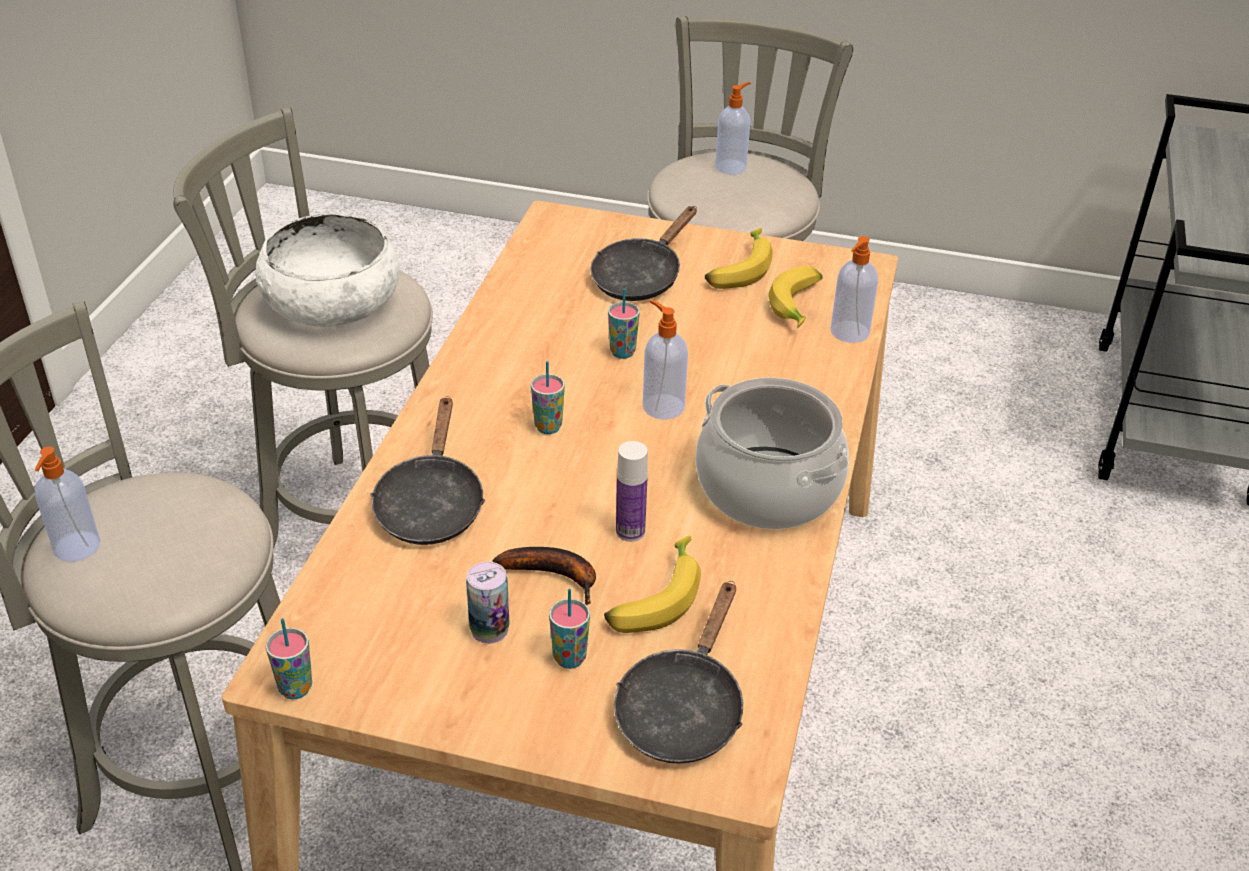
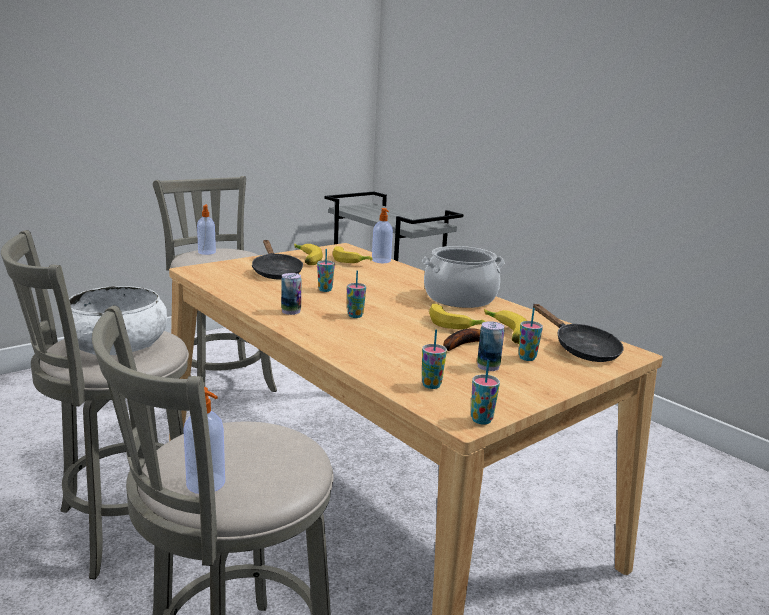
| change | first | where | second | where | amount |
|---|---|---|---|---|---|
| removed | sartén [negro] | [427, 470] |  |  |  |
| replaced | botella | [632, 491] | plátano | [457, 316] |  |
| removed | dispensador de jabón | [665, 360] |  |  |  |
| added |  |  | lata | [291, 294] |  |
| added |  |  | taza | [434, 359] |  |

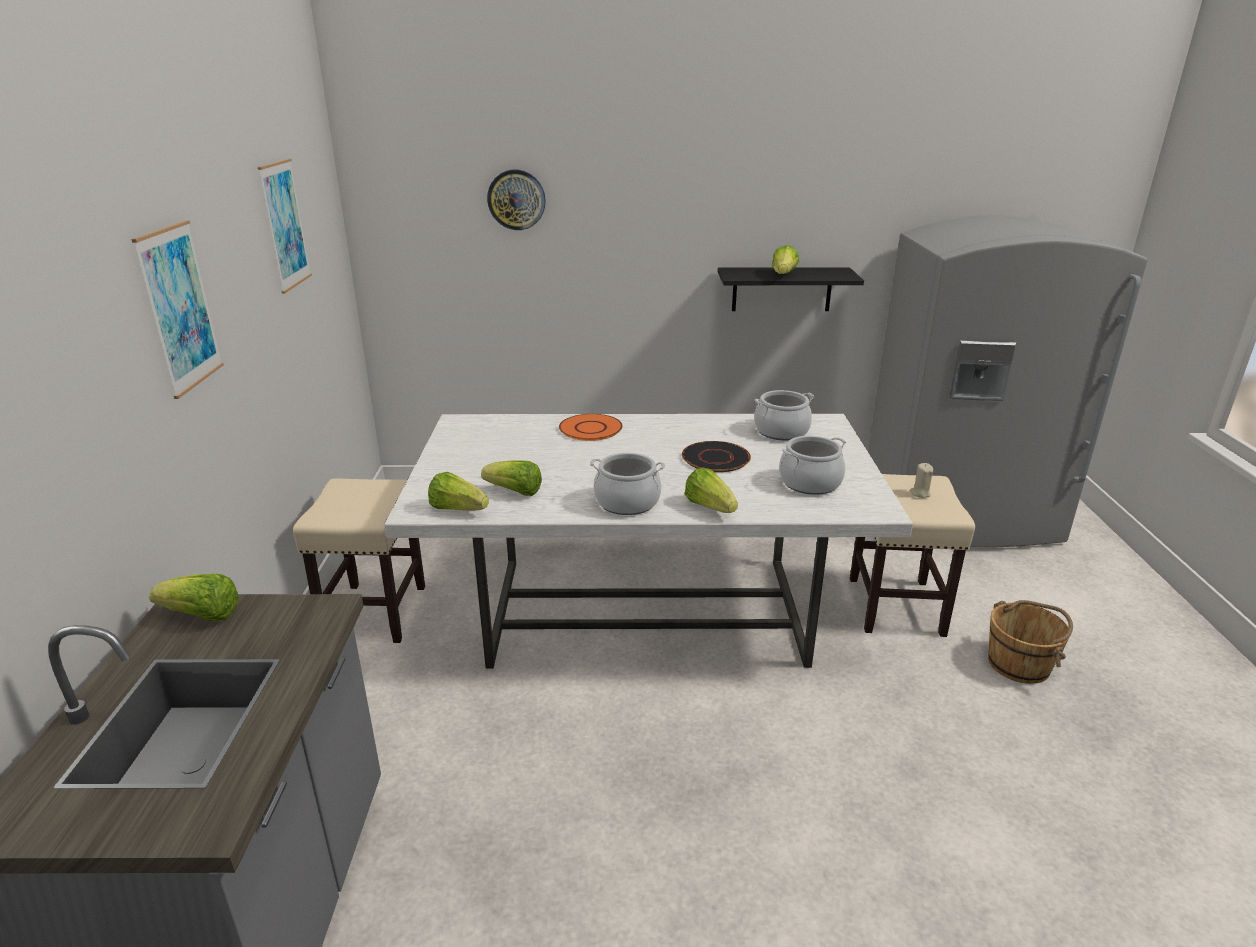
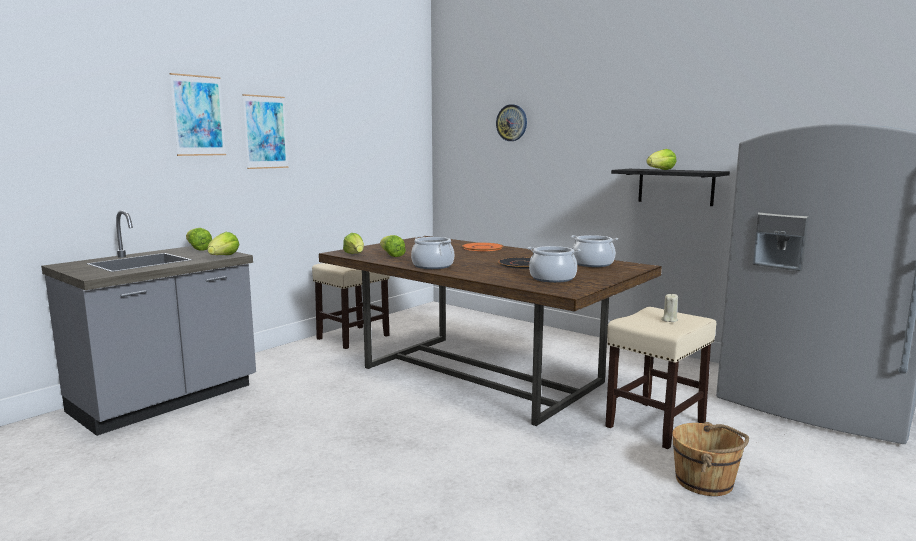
| change | first | where | second | where | amount |
|---|---|---|---|---|---|
| moved | cuadro | [285, 226] |  | [198, 114] |  |
| recoloured | mesa de comedor [blanco] | [648, 541] | mesa de comedor [marrón] | [490, 331] |  |
| moved | lechuga | [711, 490] |  | [223, 243] |  |

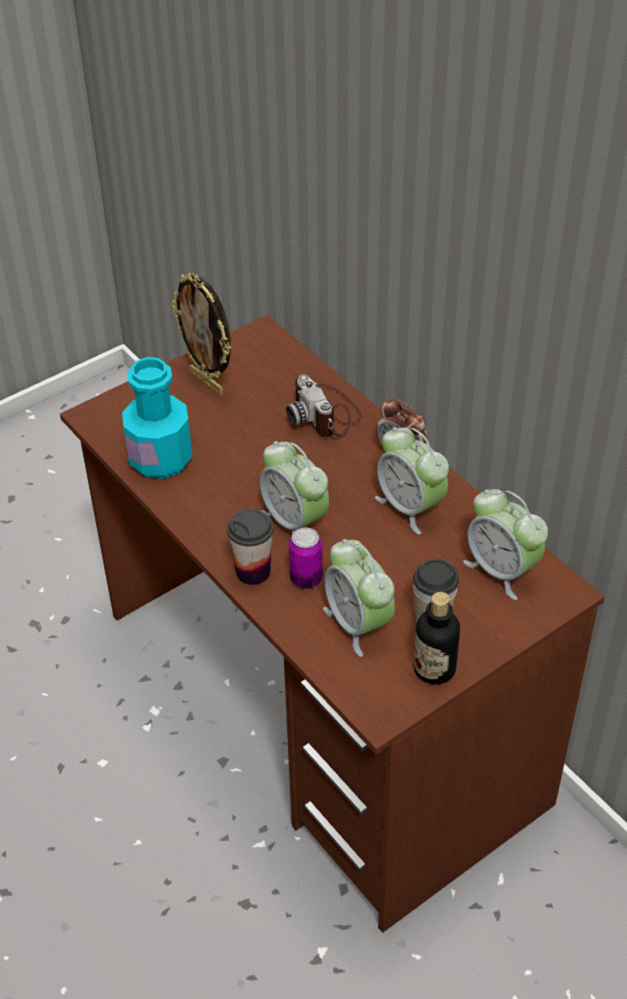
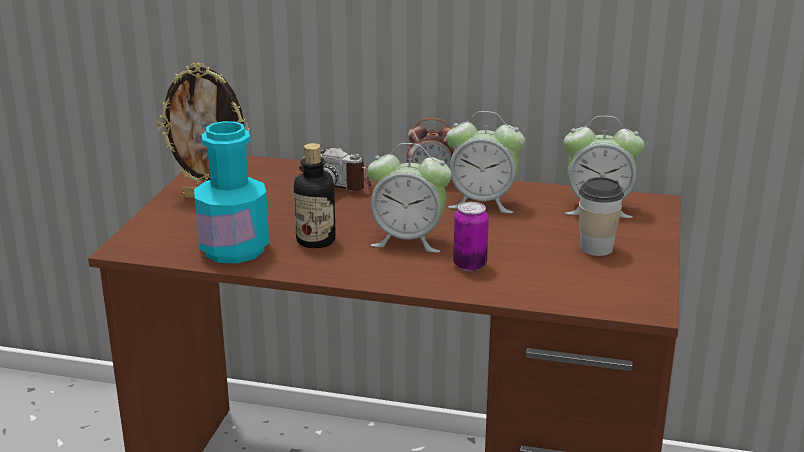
| change | first | where | second | where | amount |
|---|---|---|---|---|---|
| removed | taza | [250, 547] |  |  |  |
| removed | despertador | [359, 598] |  |  |  |
| moved | botella | [437, 638] |  | [315, 195] |  |

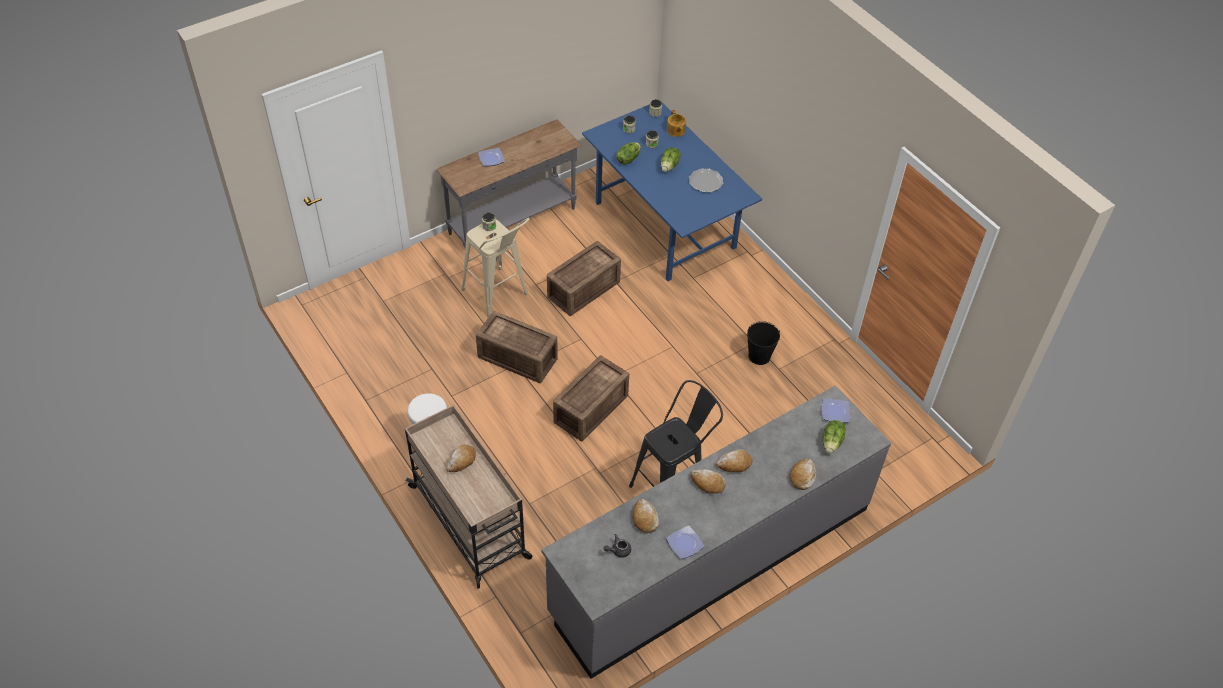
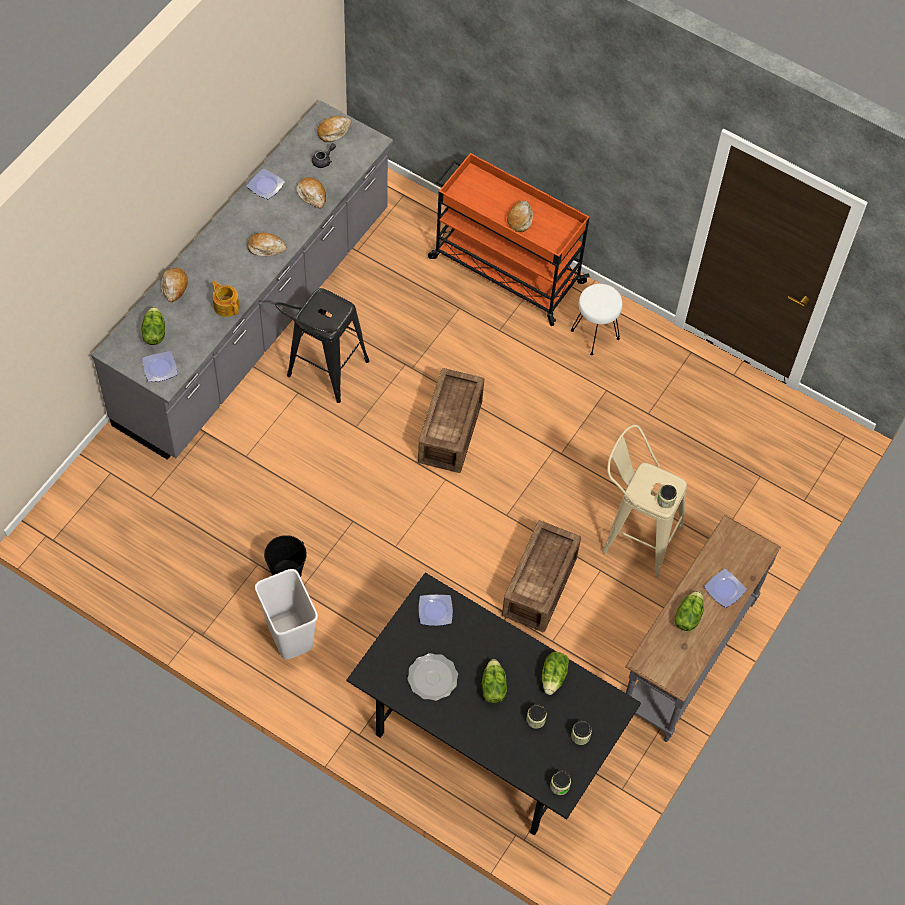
| change | first | where | second | where | amount |
|---|---|---|---|---|---|
| recoloured | carrito [beis] | [468, 496] | carrito [naranja] | [509, 239] |  |
| removed | caja de embalaje | [517, 347] |  |  |  |
| recoloured | mesa de comedor [azul] | [672, 192] | mesa de comedor [negro] | [494, 704] |  |
| moved | tetera | [676, 123] |  | [225, 298] |  |
| moved | pan | [734, 460] |  | [334, 129] |  |
| added |  |  | papelera [blanco] | [286, 614] |  |
| added |  |  | plato | [436, 610] |  |
| added |  |  | lechuga | [689, 611] |  |

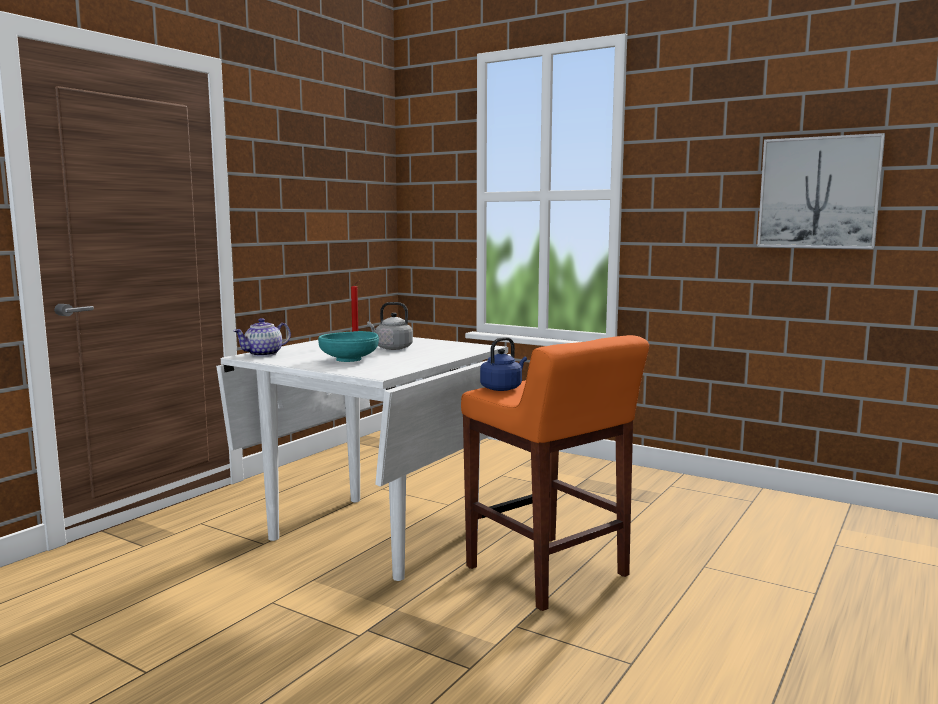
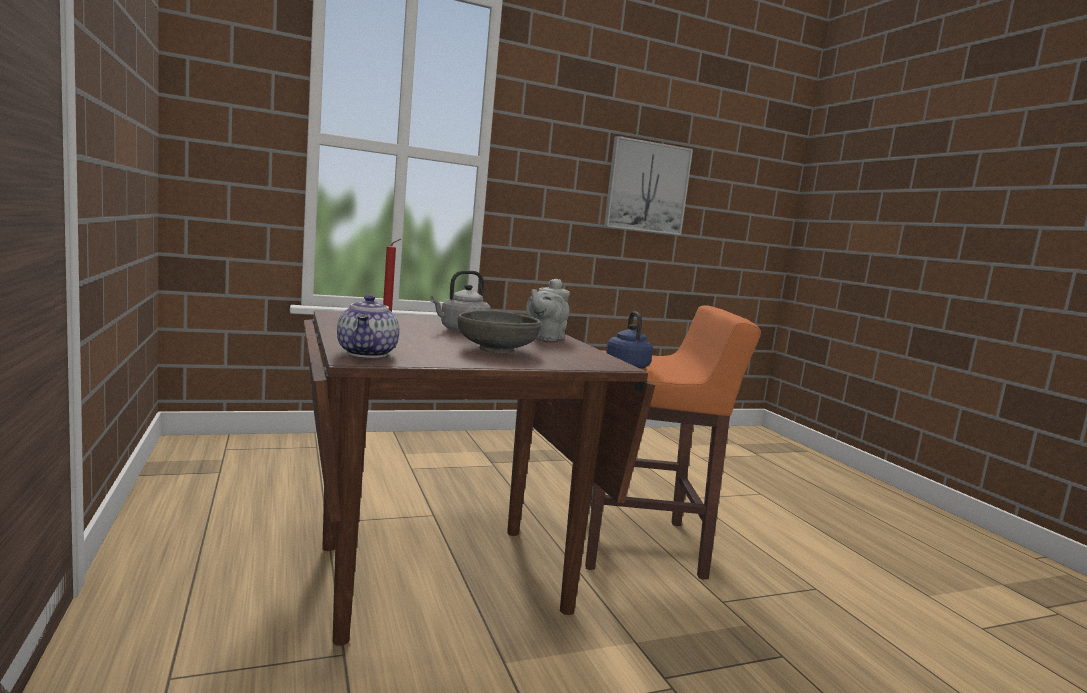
| change | first | where | second | where | amount |
|---|---|---|---|---|---|
| recoloured | mesa de comedor [blanco] | [363, 459] | mesa de comedor [marrón] | [479, 478] |  |
| recoloured | cuenco [turquesa] | [348, 346] | cuenco [gris] | [499, 332] |  |
| added |  |  | tetera [gris] | [548, 309] |  |

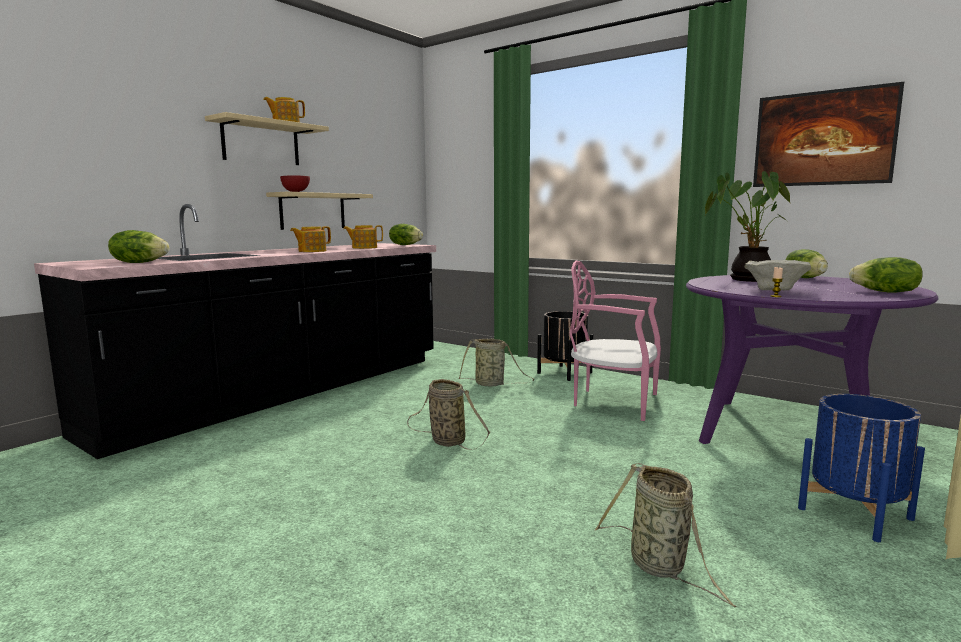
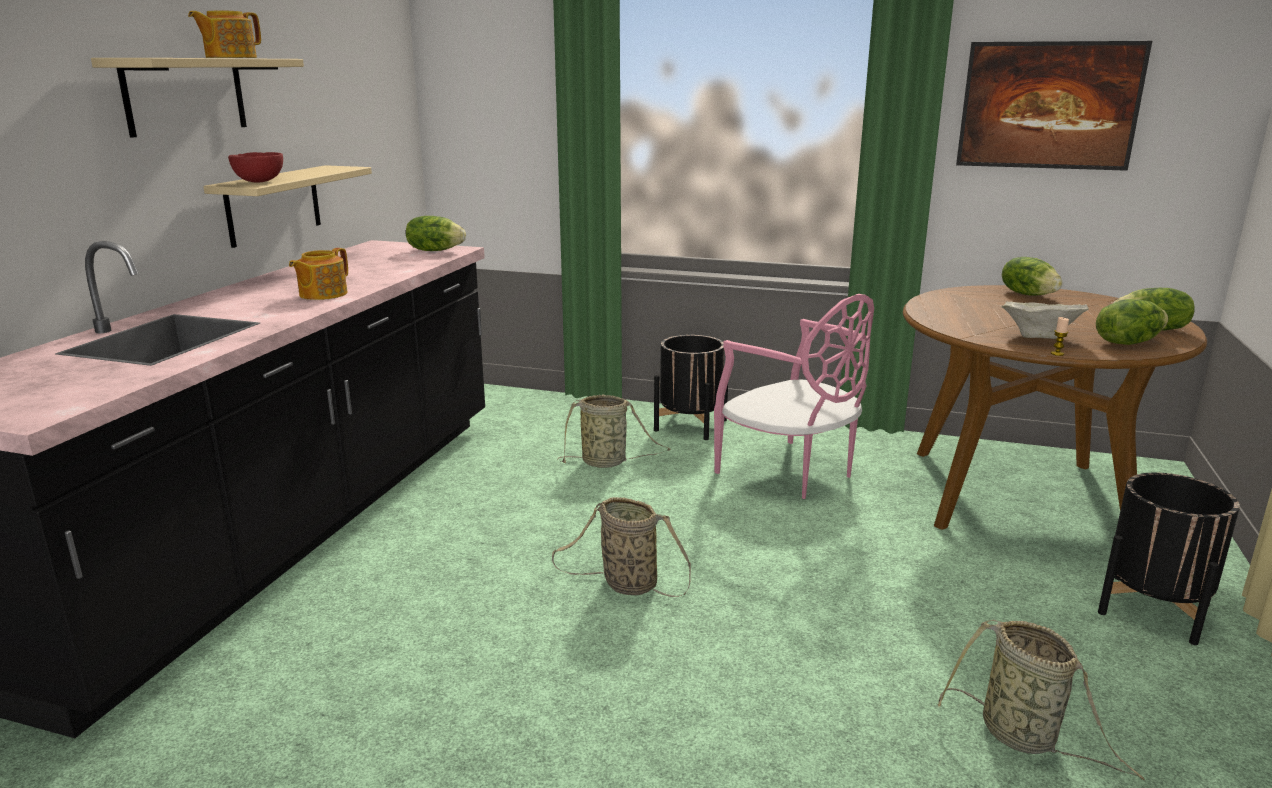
| change | first | where | second | where | amount |
|---|---|---|---|---|---|
| moved | lechuga | [138, 246] |  | [1132, 322] |  |
| removed | tetera | [363, 237] |  |  |  |
| turned | silla [rosa] | [615, 341] |  | [794, 396] | 135 degrees counterclockwise |
| recoloured | mesa de comedor [morado] | [812, 359] | mesa de comedor [marrón] | [1055, 407] |  |
| removed | planta en maceta | [747, 226] |  |  |  |
| recoloured | maceta [azul] | [861, 468] | maceta [negro] | [1169, 559] |  |

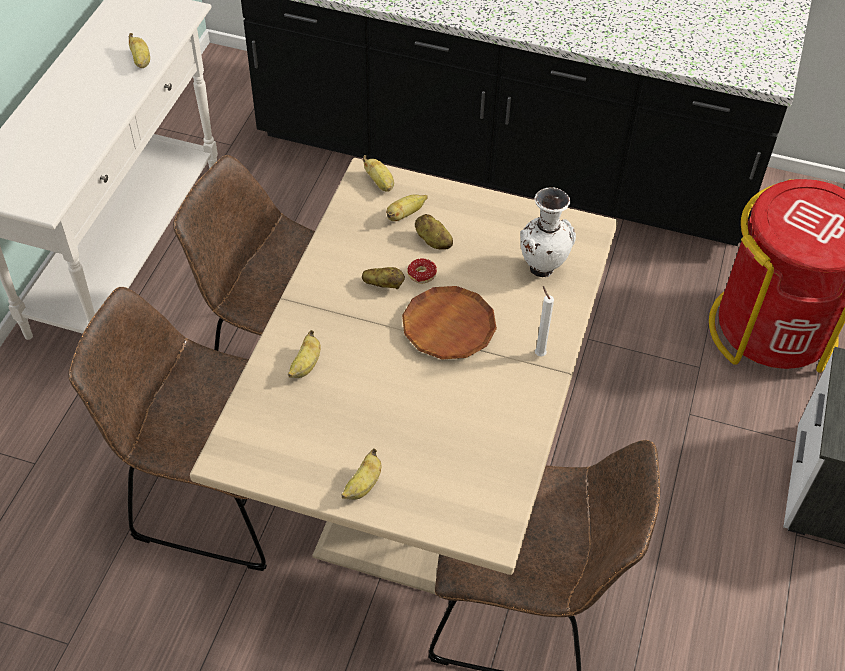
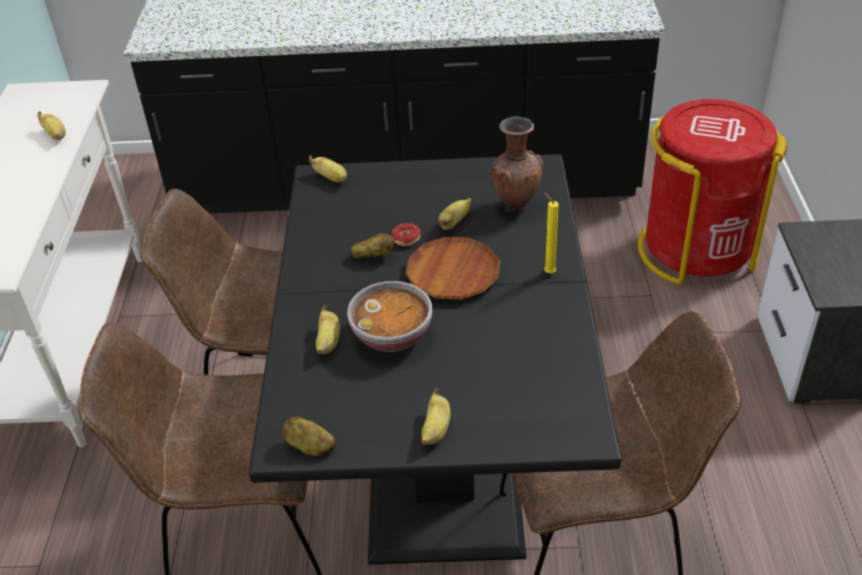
| change | first | where | second | where | amount |
|---|---|---|---|---|---|
| recoloured | mesa de comedor [beis] | [404, 376] | mesa de comedor [negro] | [435, 359] |  |
| moved | plátano | [407, 207] |  | [455, 214] |  |
| moved | patata | [434, 232] |  | [309, 436] |  |
| recoloured | florero [blanco] | [548, 232] | florero [marrón] | [516, 164] |  |
| recoloured | vela [blanco] | [544, 321] | vela [amarillo] | [551, 232] |  |
| added |  |  | cuenco | [389, 316] |  |

